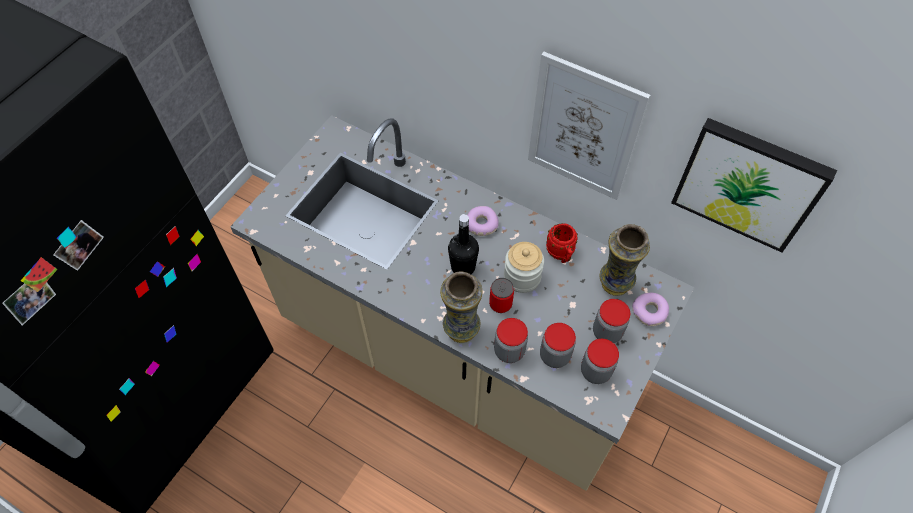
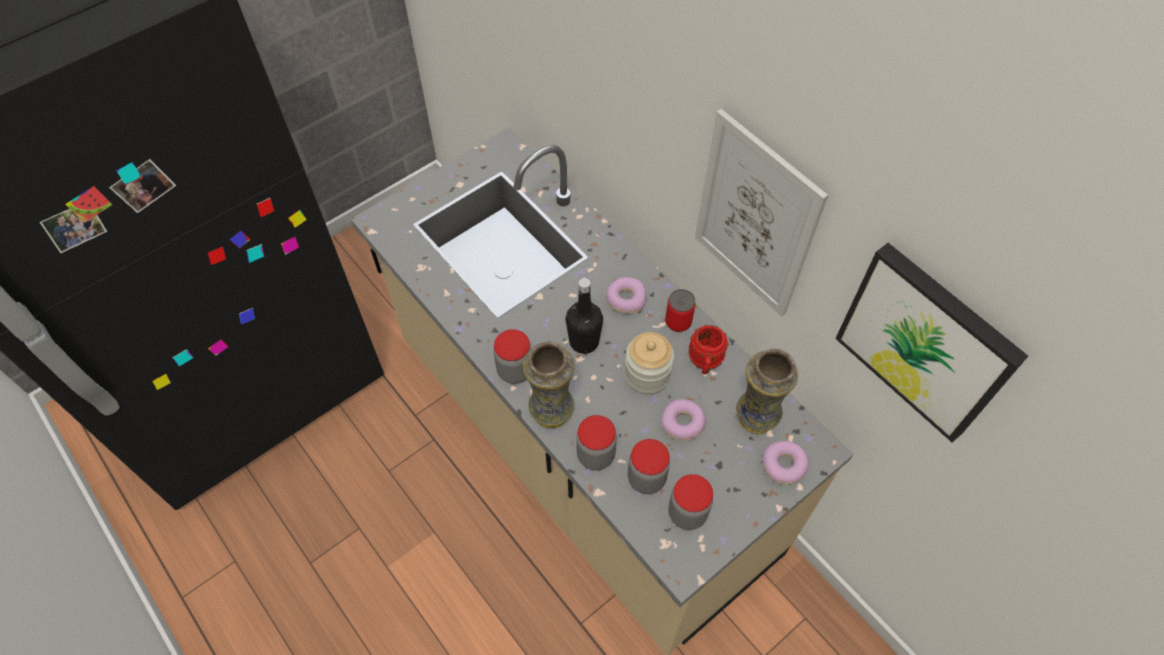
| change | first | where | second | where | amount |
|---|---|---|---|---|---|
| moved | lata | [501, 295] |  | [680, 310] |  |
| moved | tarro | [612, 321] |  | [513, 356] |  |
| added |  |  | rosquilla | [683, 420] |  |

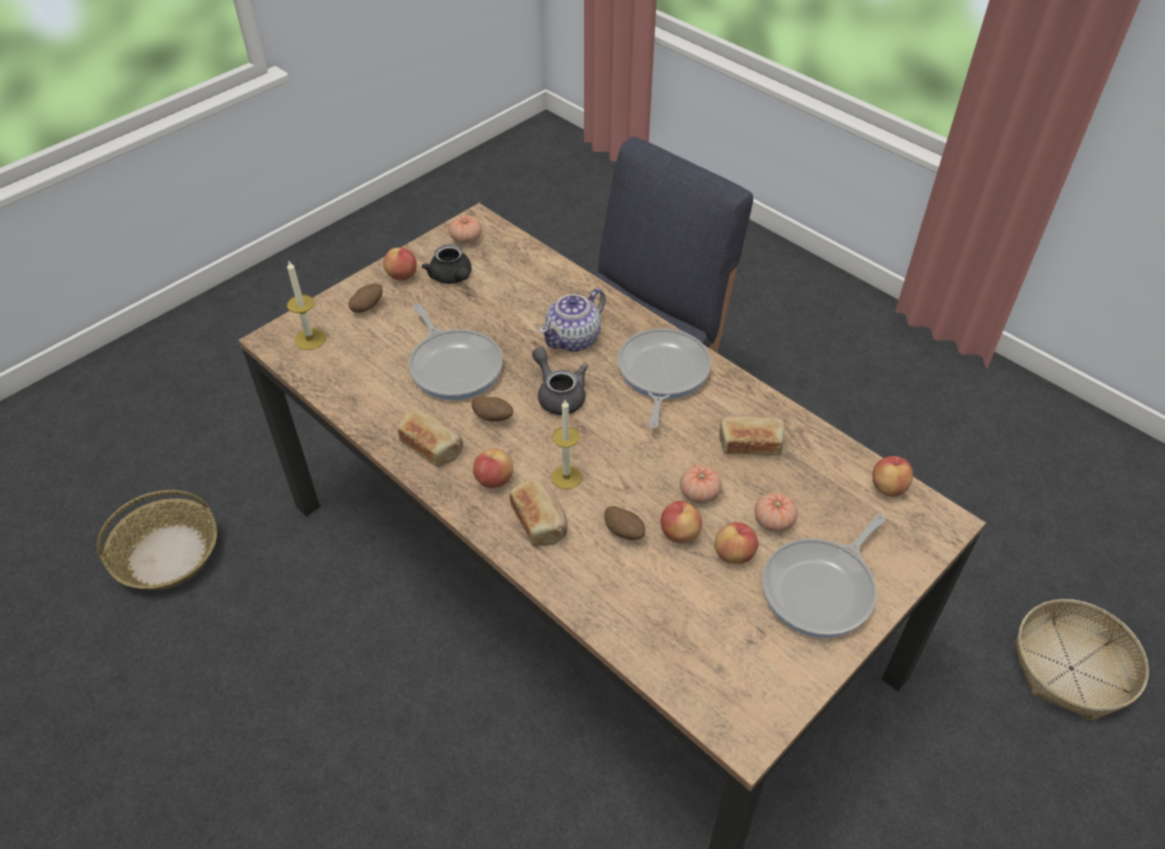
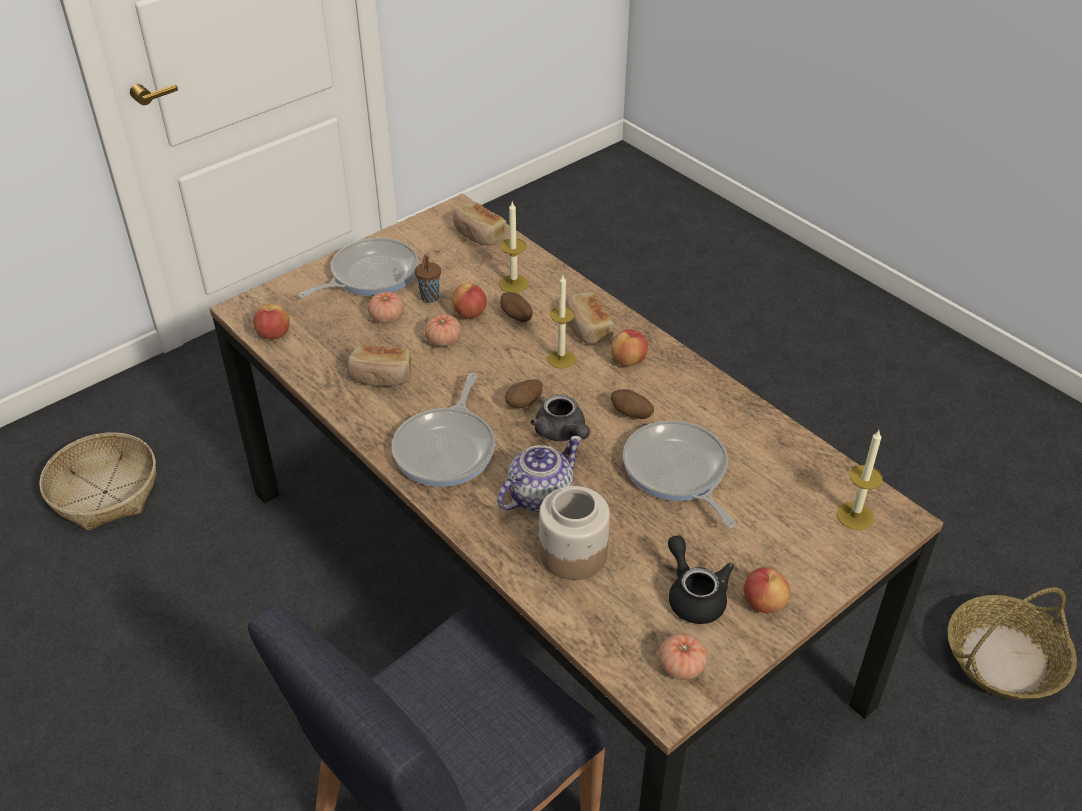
| change | first | where | second | where | amount |
|---|---|---|---|---|---|
| moved | patata | [365, 298] |  | [523, 393] |  |
| moved | pan | [430, 438] |  | [480, 224] |  |
| replaced | manzana | [736, 543] | taza [marrón] | [428, 279] |  |
| added |  |  | vela | [514, 247] |  |
| added |  |  | tarro | [574, 533] |  |

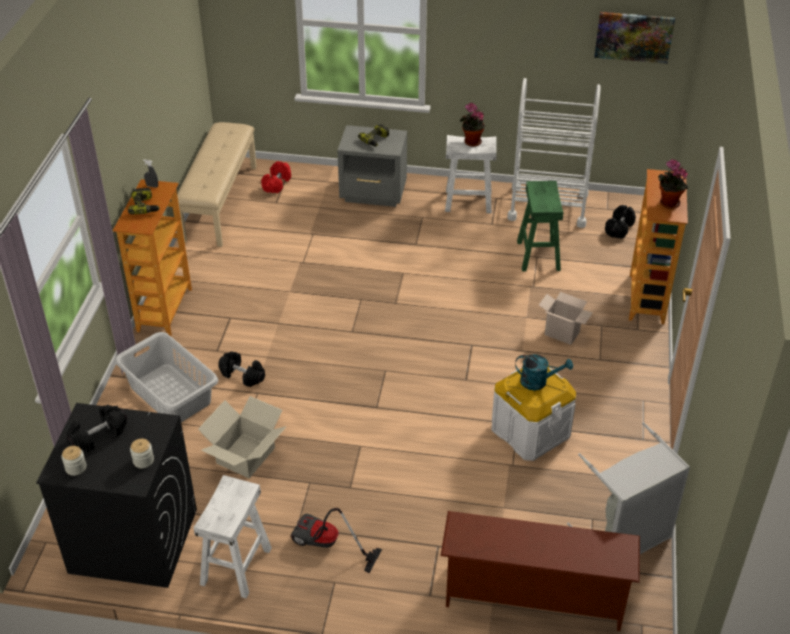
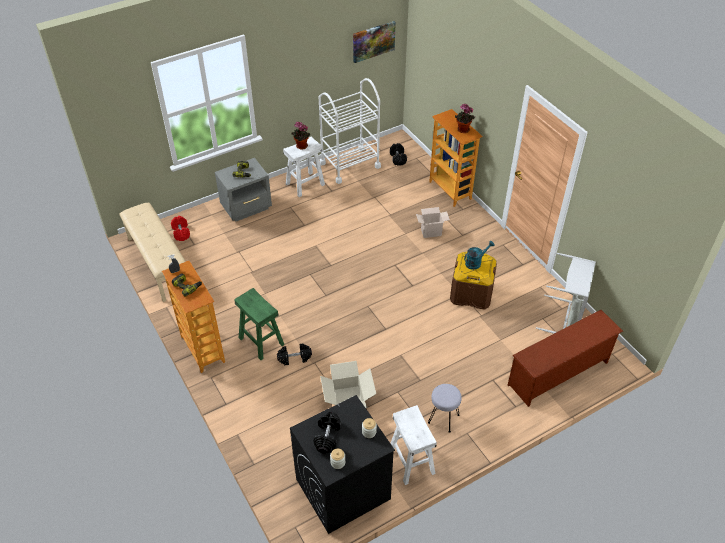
| change | first | where | second | where | amount |
|---|---|---|---|---|---|
| removed | cesto de la ropa [gris] | [166, 377] |  |  |  |
| replaced | aspiradora | [336, 540] | taburete [gris] | [445, 408] |  |
| recoloured | caja de almacenaje [blanco] | [533, 413] | caja de almacenaje [marrón] | [473, 281] |  |
| moved | taburete [verde] | [540, 226] |  | [259, 324] |  |

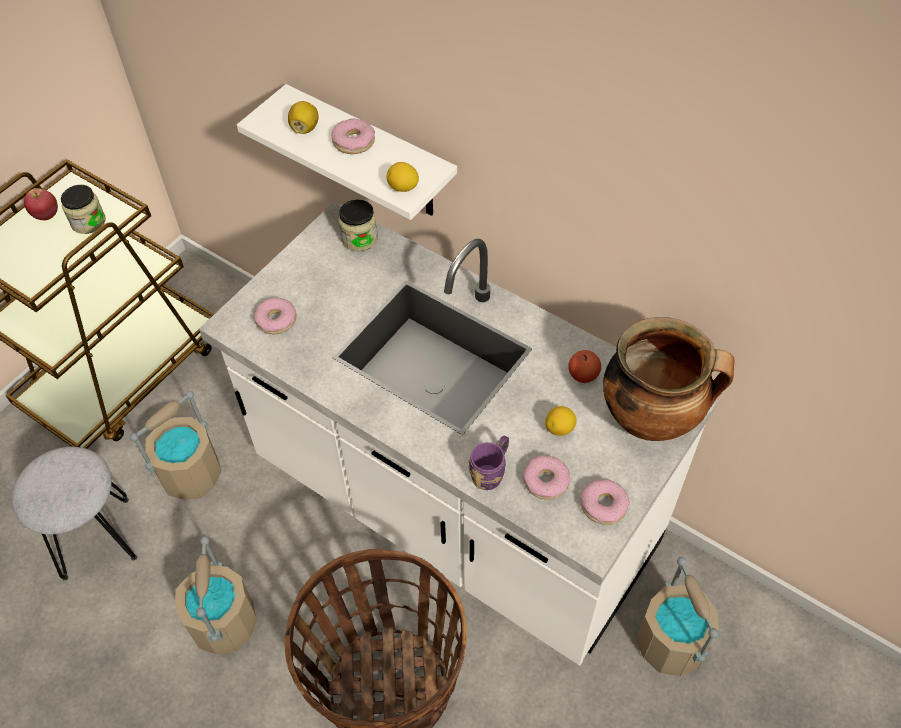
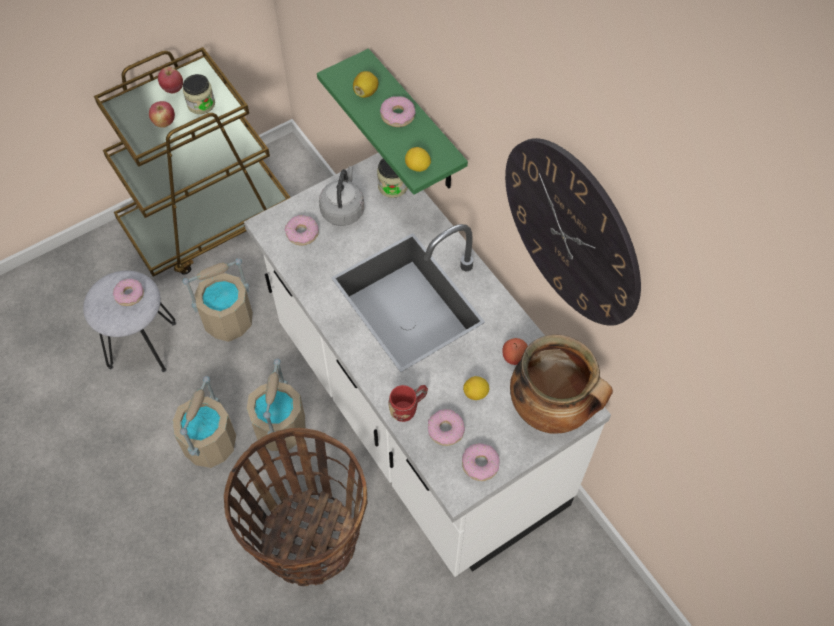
| change | first | where | second | where | amount |
|---|---|---|---|---|---|
| recoloured | estante [blanco] | [347, 152] | estante [verde] | [392, 122] |  |
| recoloured | taza grande [morado] | [488, 462] | taza grande [rojo] | [408, 403] |  |
| moved | cubo [beis] | [677, 616] |  | [276, 405] |  |
| added |  |  | rosquilla | [128, 292] |  |
| added |  |  | manzana | [162, 114] |  |
| added |  |  | hervidor [gris] | [341, 196] |  |
| added |  |  | reloj de pared | [573, 232] |  |

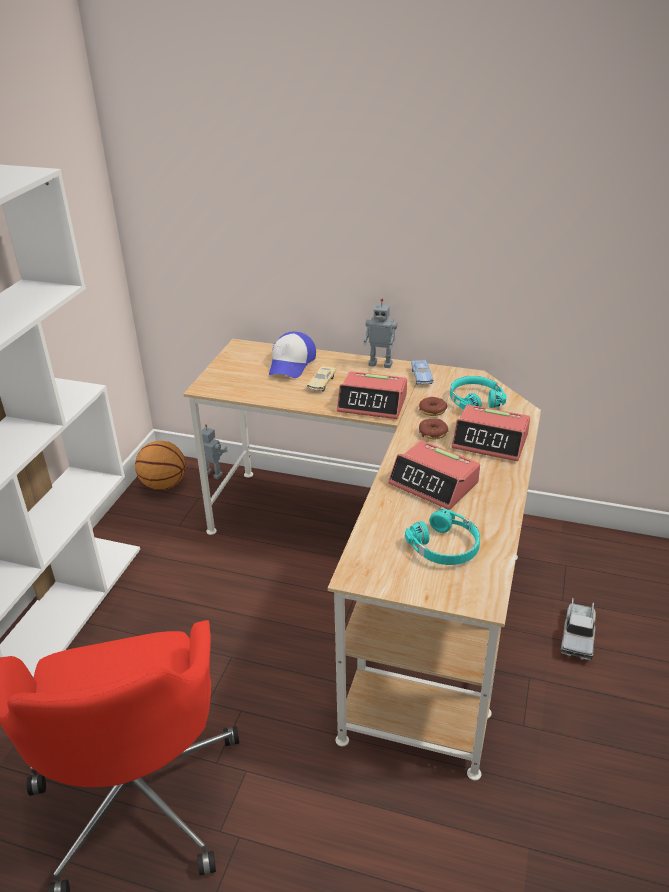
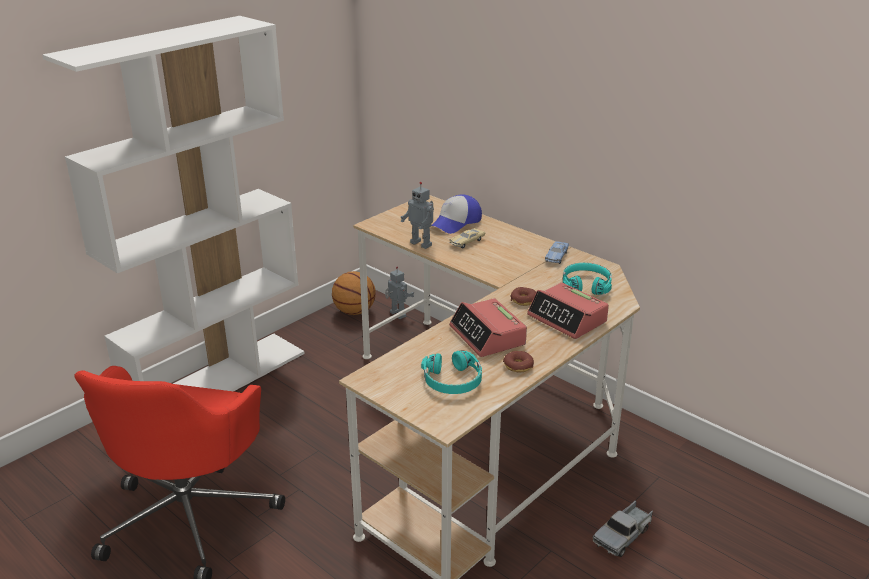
| change | first | where | second | where | amount |
|---|---|---|---|---|---|
| removed | despertador | [372, 395] |  |  |  |
| moved | robot de juguete | [380, 333] |  | [417, 215] |  |
| moved | rosquilla | [433, 406] |  | [518, 361] |  |

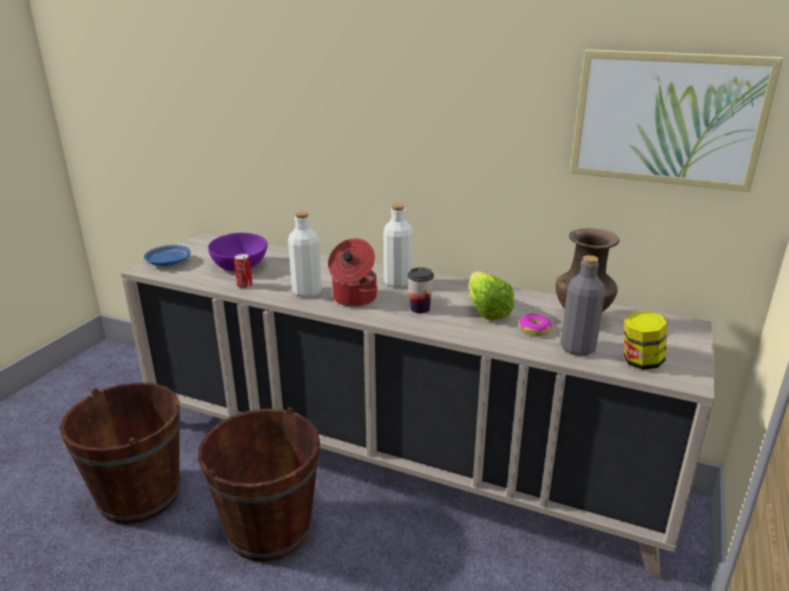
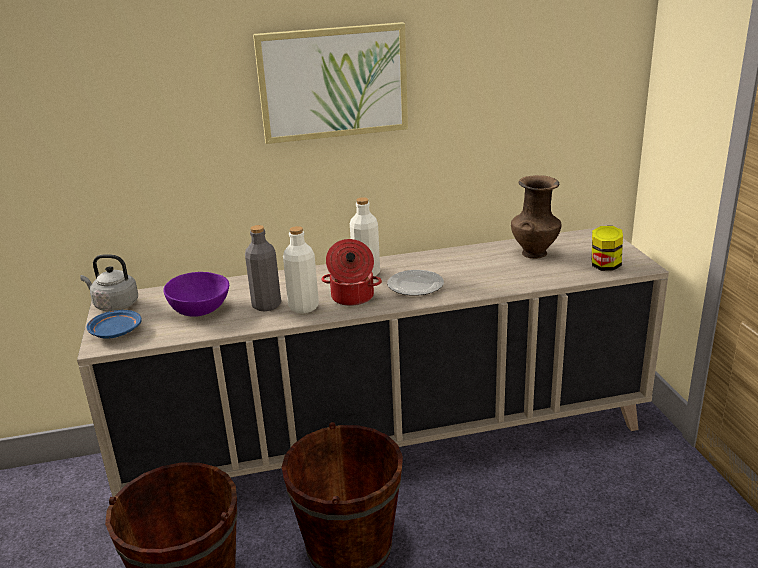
| change | first | where | second | where | amount |
|---|---|---|---|---|---|
| removed | lata | [243, 271] |  |  |  |
| replaced | taza | [421, 290] | plato | [415, 283] |  |
| removed | lechuga | [491, 295] |  |  |  |
| removed | rosquilla | [535, 324] |  |  |  |
| moved | botella [gris] | [582, 305] |  | [263, 268] |  |
| moved | cuadro | [676, 120] |  | [330, 83] |  |
| added |  |  | hervidor [gris] | [109, 283] |  |

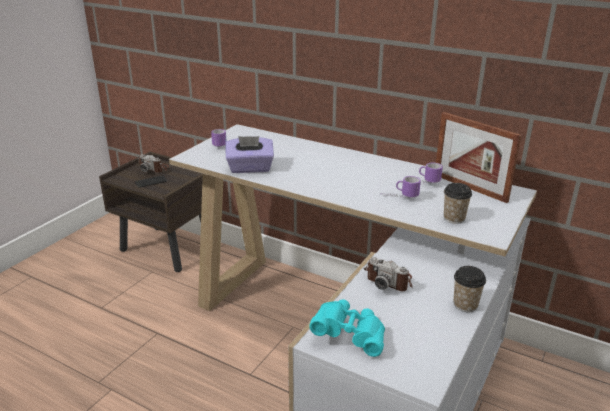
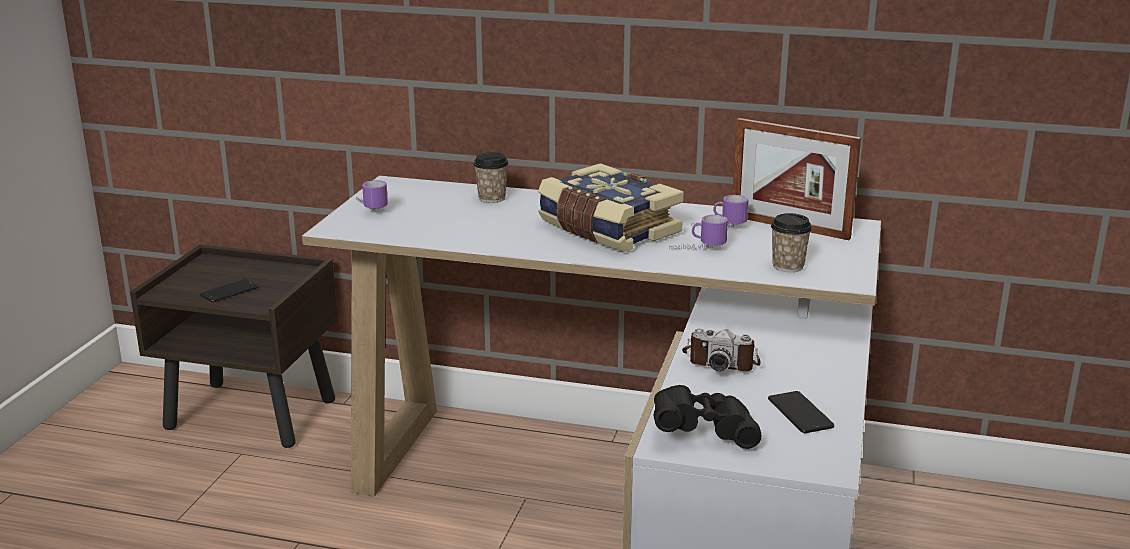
| change | first | where | second | where | amount |
|---|---|---|---|---|---|
| removed | cámara | [153, 163] |  |  |  |
| removed | caja de pañuelos [morado] | [249, 154] |  |  |  |
| recoloured | prismáticos [turquesa] | [347, 328] | prismáticos [negro] | [708, 417] |  |
| moved | taza | [470, 289] |  | [491, 177] |  |
| added |  |  | libro | [611, 207] |  |
| added |  |  | móvil | [801, 412] |  |

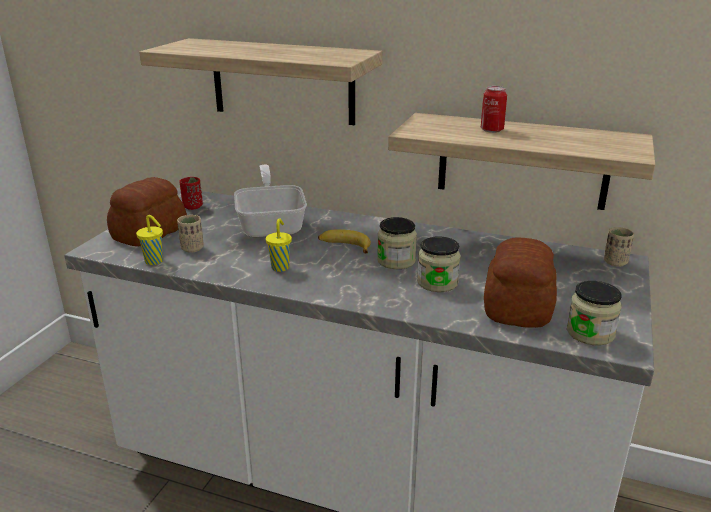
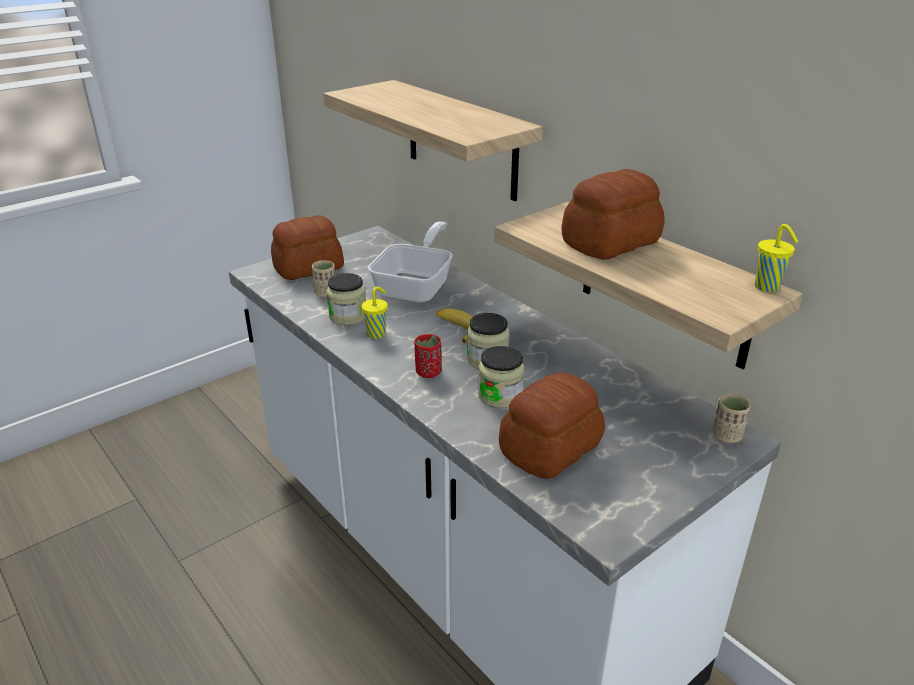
| change | first | where | second | where | amount |
|---|---|---|---|---|---|
| moved | taza [amarillo] | [149, 240] |  | [776, 258] |  |
| moved | taza [rojo] | [191, 193] |  | [428, 356] |  |
| replaced | lata | [494, 109] | pan | [613, 214] |  |
| moved | tarro | [594, 313] |  | [346, 299] |  |

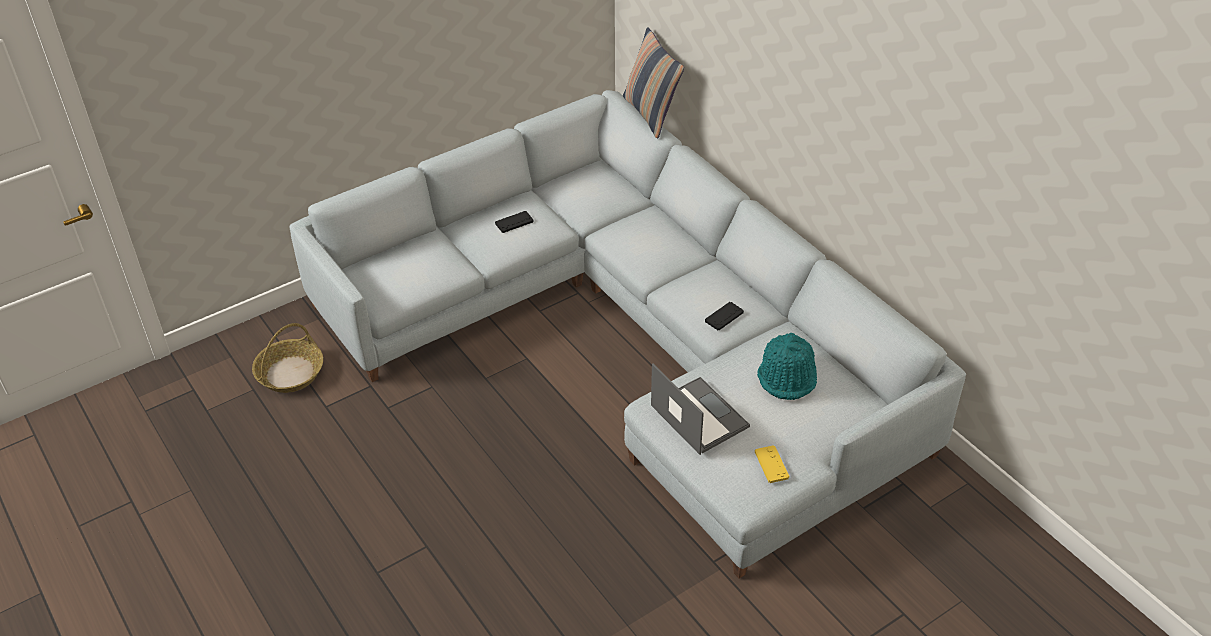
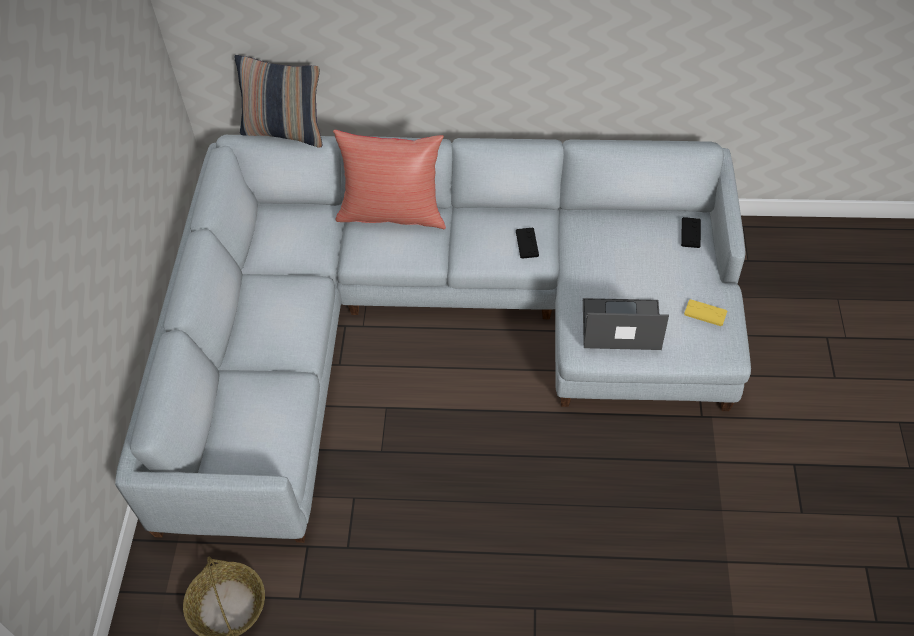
| change | first | where | second | where | amount |
|---|---|---|---|---|---|
| moved | mando de consola [negro] | [514, 222] |  | [691, 232] |  |
| removed | sombrero [turquesa] | [787, 366] |  |  |  |
| added |  |  | cojín [rojo] | [389, 179] |  |

